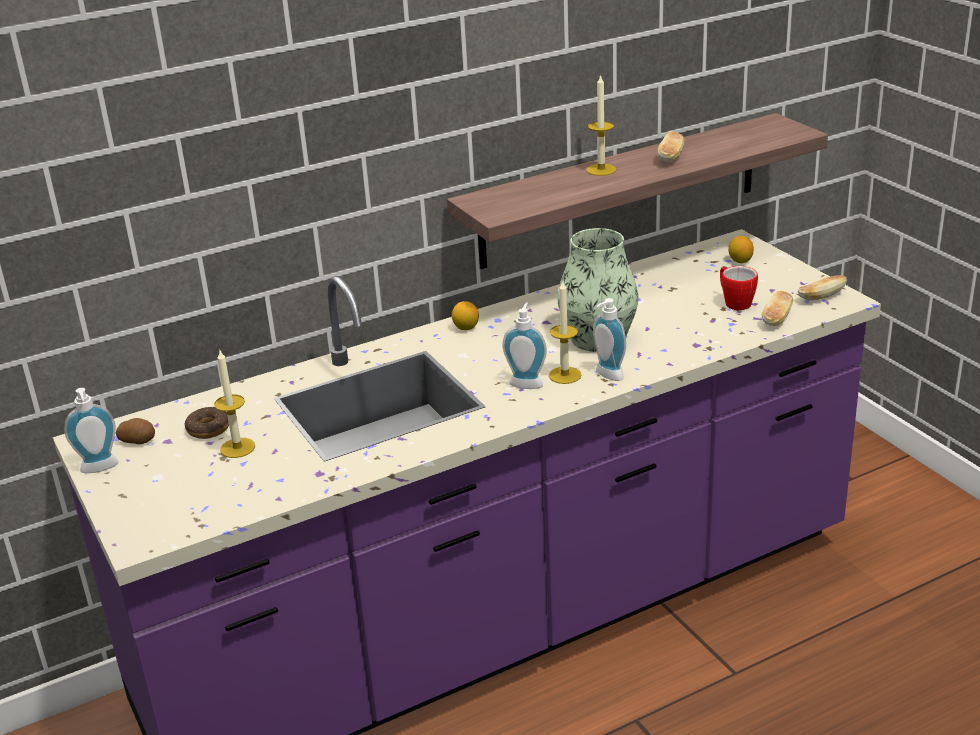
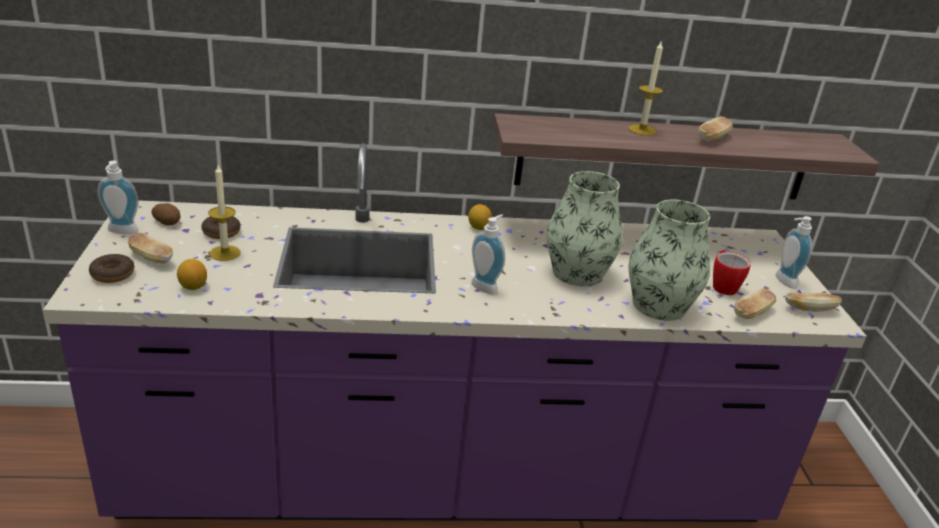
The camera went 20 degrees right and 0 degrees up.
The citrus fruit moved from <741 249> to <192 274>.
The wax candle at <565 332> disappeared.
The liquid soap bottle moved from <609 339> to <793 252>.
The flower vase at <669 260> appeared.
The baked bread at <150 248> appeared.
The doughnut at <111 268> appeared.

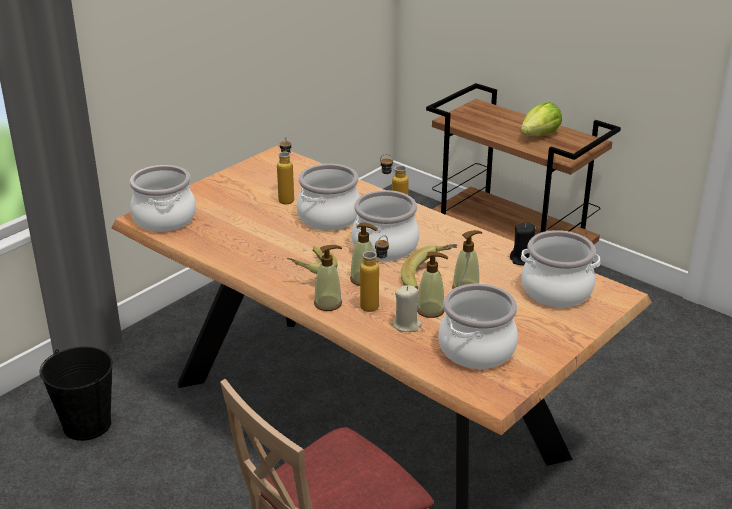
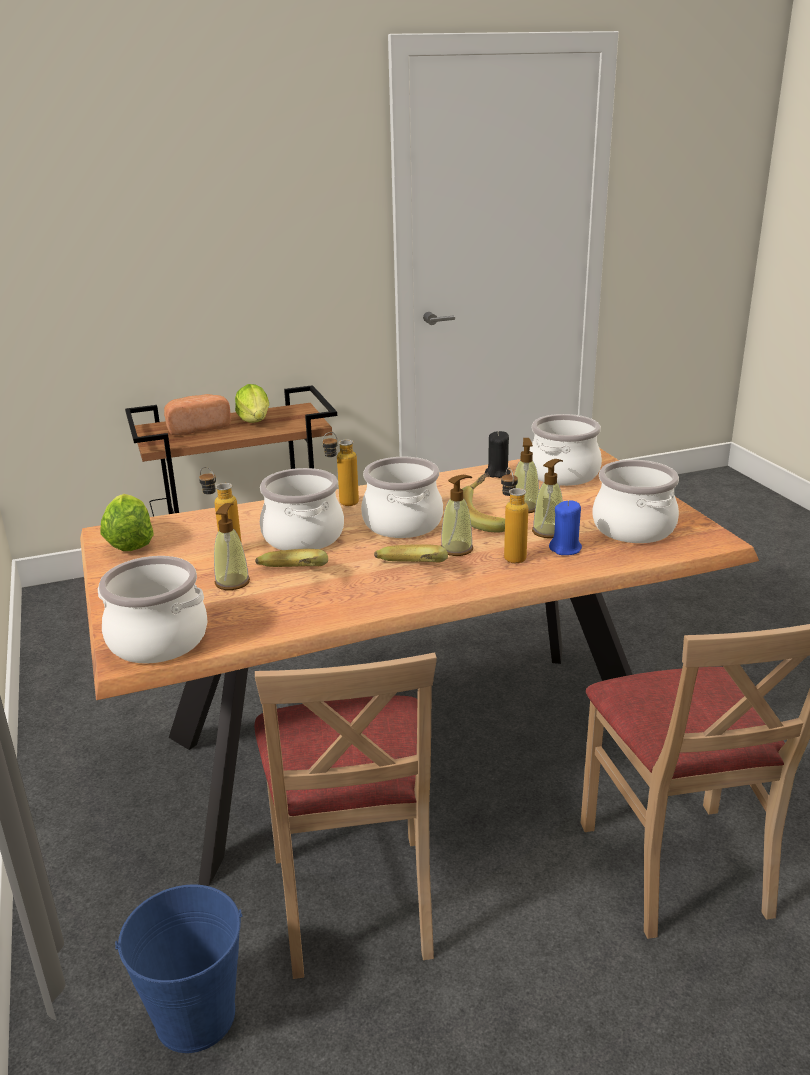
The camera went 60 degrees left and 5 degrees down.
The liquid soap bottle moved from <328 278> to <232 546>.
The beige wax candle at <407 309> became the blue wax candle at <565 527>.
The black-coloured bucket at <76 393> became the blue bucket at <178 969>.
The baked bread at <197 415> appeared.
The lettuce at <127 522> appeared.
The banana at <291 558> appeared.
The beige upright chair at <346 816> appeared.

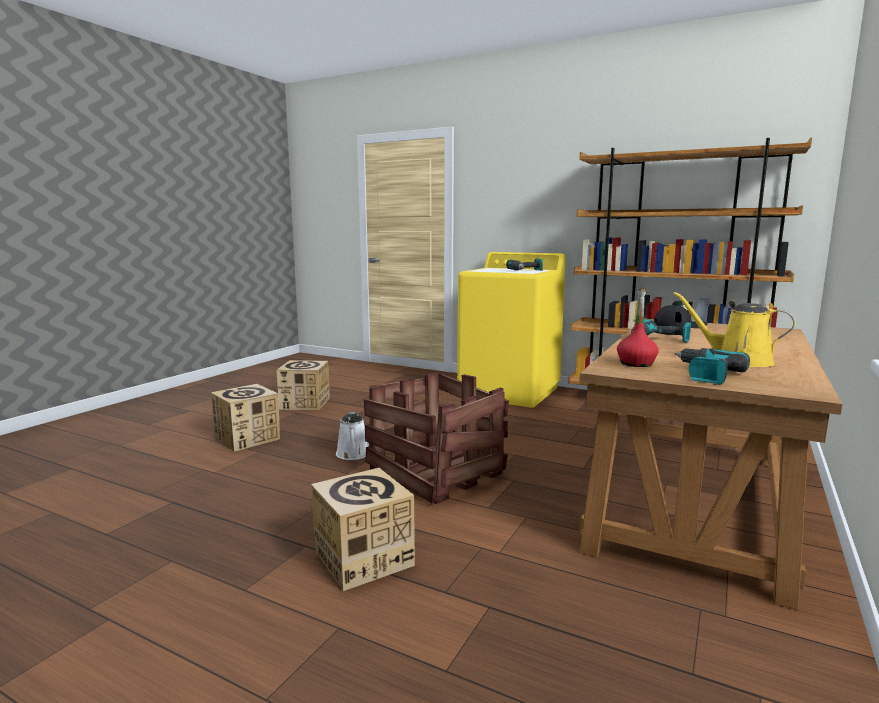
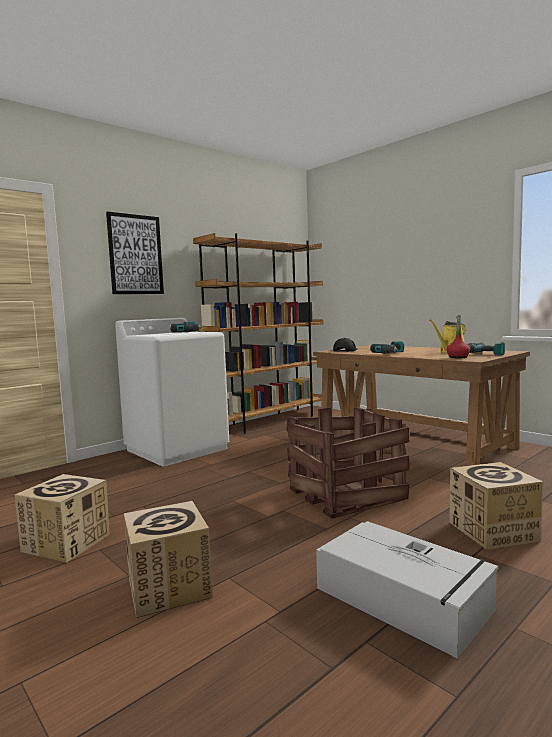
The camera went 70 degrees left and 5 degrees down.
The yellowish washing machine at <511 330> became the white washing machine at <172 392>.
The white sprinkling can at <352 436> disappeared.
The picture at <135 253> appeared.
The gray storage box at <407 590> appeared.

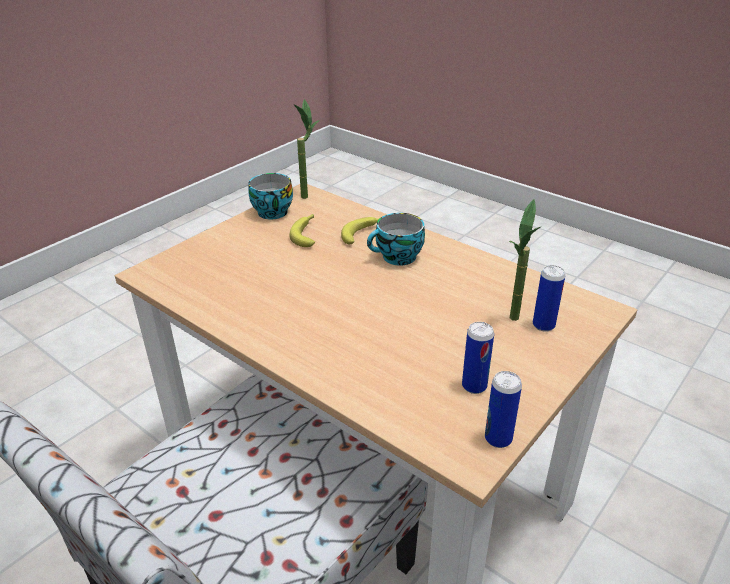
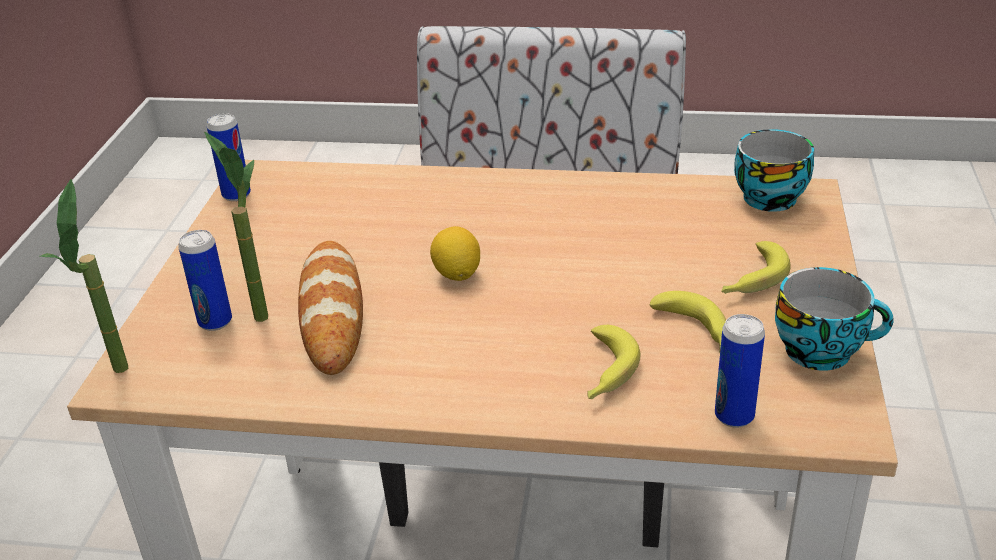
The camera went 150 degrees right and 0 degrees up.
The houseplant moved from <307 149> to <84 276>.
The cup moved from <396 239> to <774 170>.
The can moved from <478 358> to <740 371>.
The citrus fruit at <455 253> appeared.
The baked bread at <330 308> appeared.
The banana at <755 267> appeared.

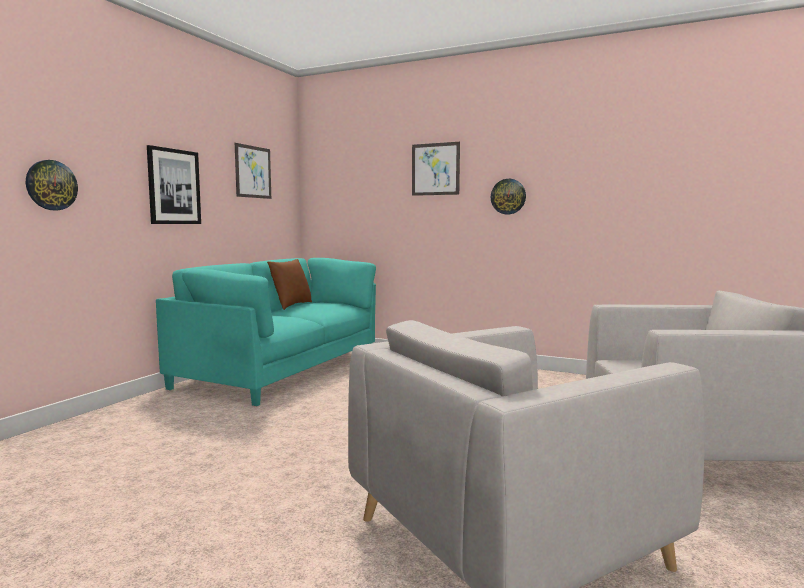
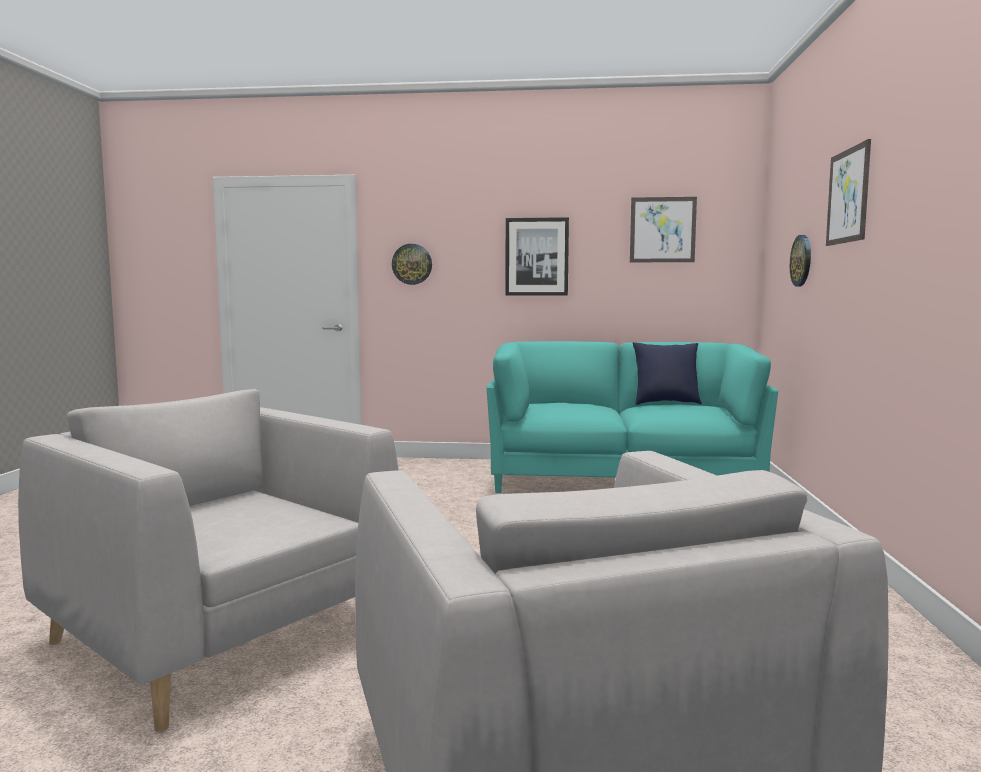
The camera went 70 degrees right and 0 degrees up.
The wall clock moved from <508 196> to <800 260>.
The brown throw pillow at <289 284> became the blue throw pillow at <667 373>.

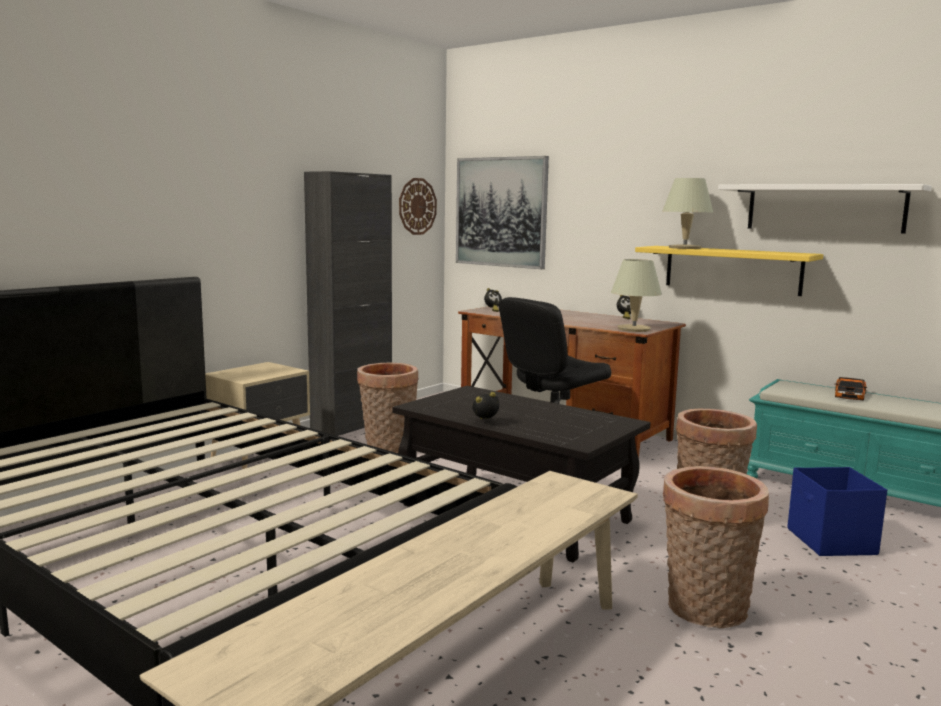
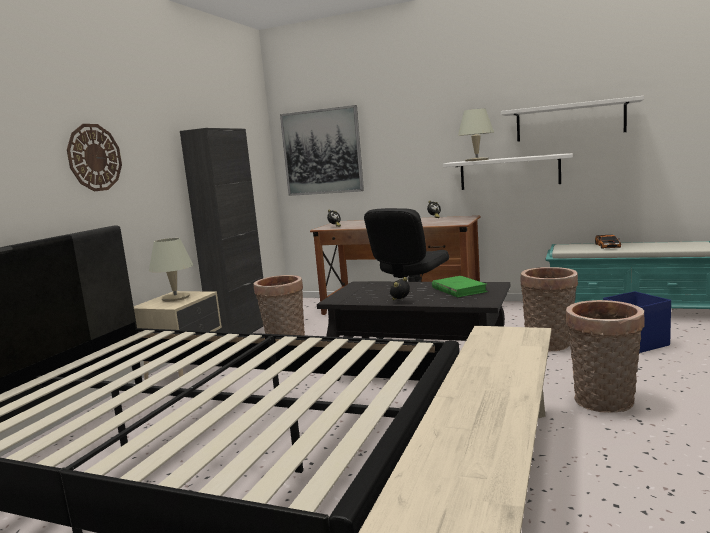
The camera went 15 degrees left and 0 degrees up.
The wall clock moved from <418 206> to <94 157>.
The yellowish shelf at <729 271> became the white shelf at <508 171>.
The beige lamp for a table moved from <636 295> to <171 269>.
The green bound book at <460 286> appeared.

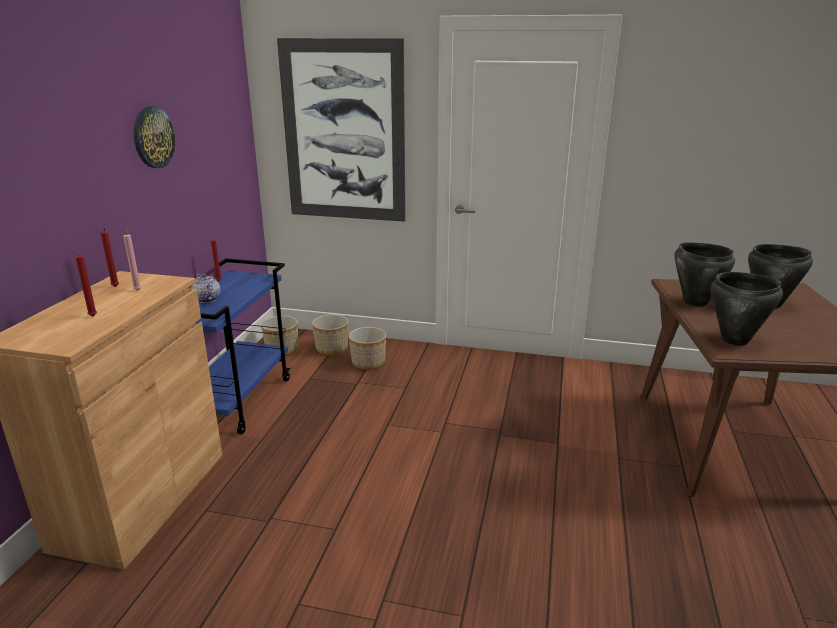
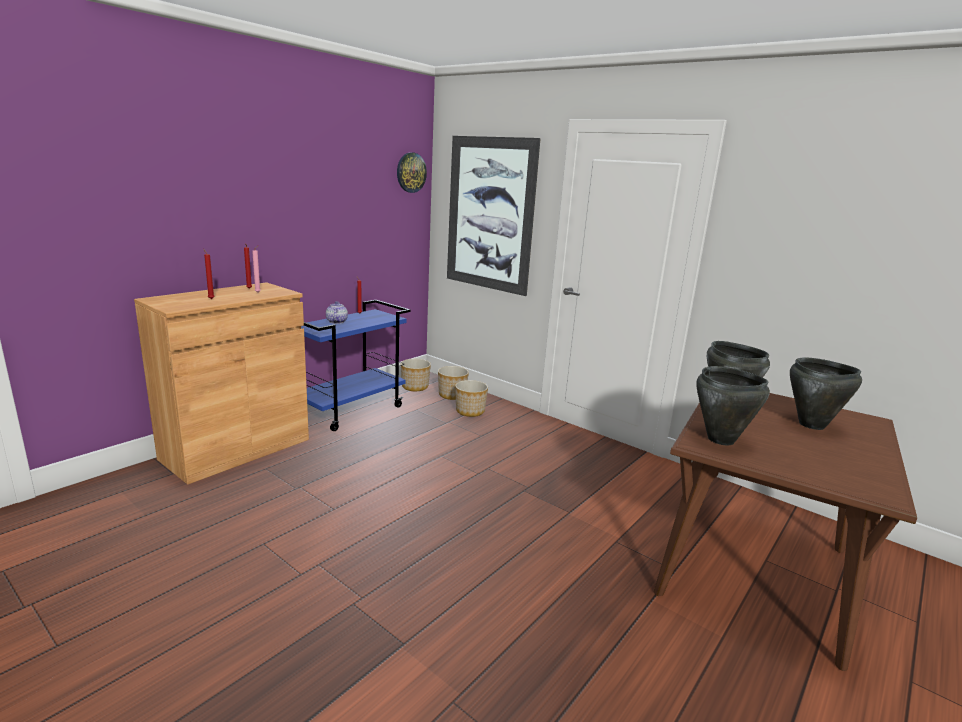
The camera went 25 degrees right and 5 degrees down.
The wall clock moved from <154 137> to <412 172>.

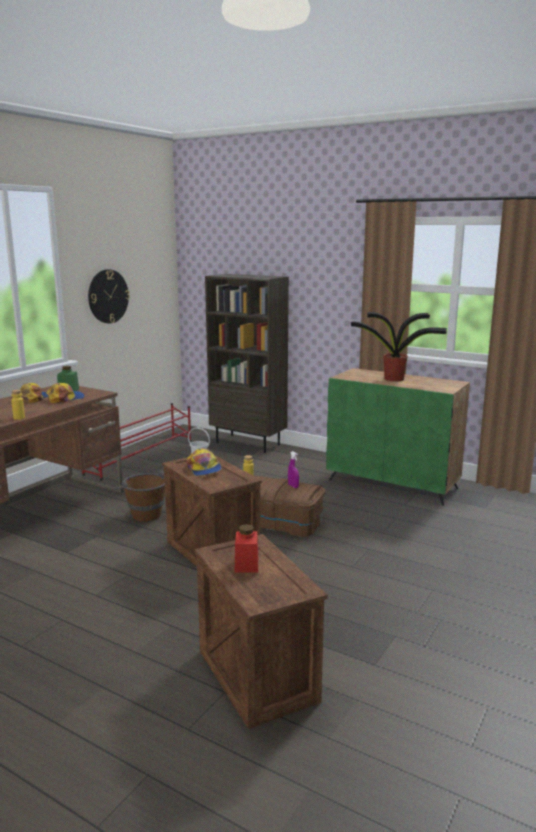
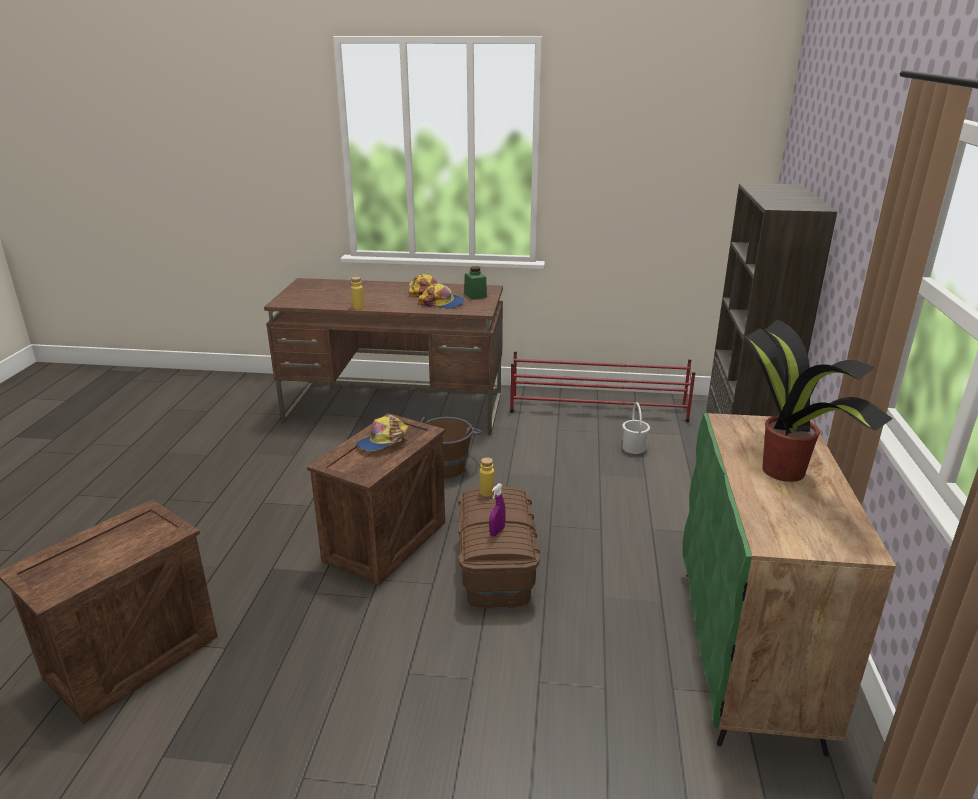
The camera went 65 degrees right and 10 degrees up.
The wall clock at <109 296> disappeared.
The reddish storage jar at <246 548> disappeared.

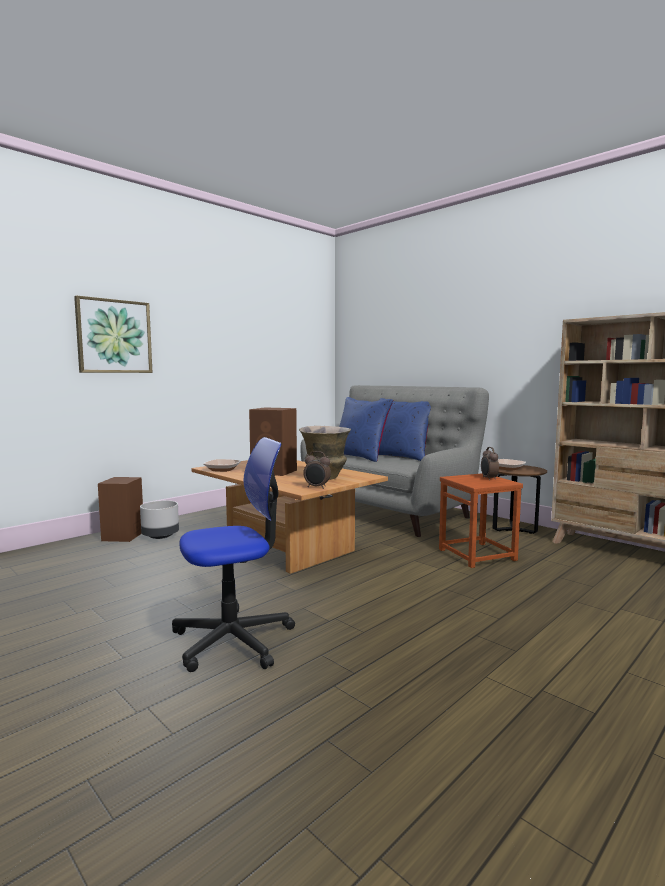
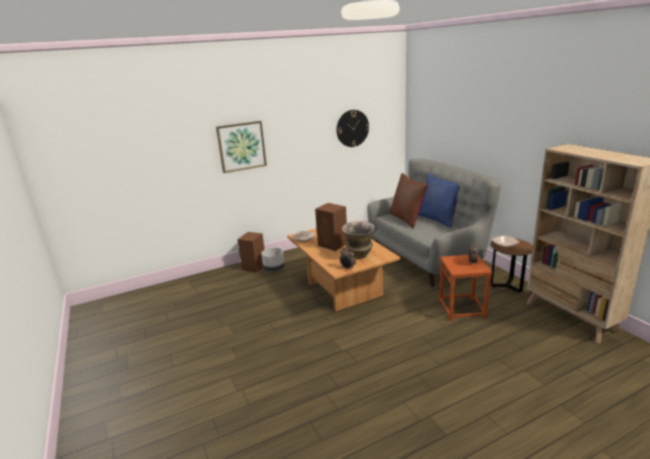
The camera went 20 degrees right and 15 degrees up.
The blue throw pillow at <366 429> became the brown throw pillow at <408 200>.
The desk chair at <233 554> disappeared.
The wall clock at <352 128> appeared.

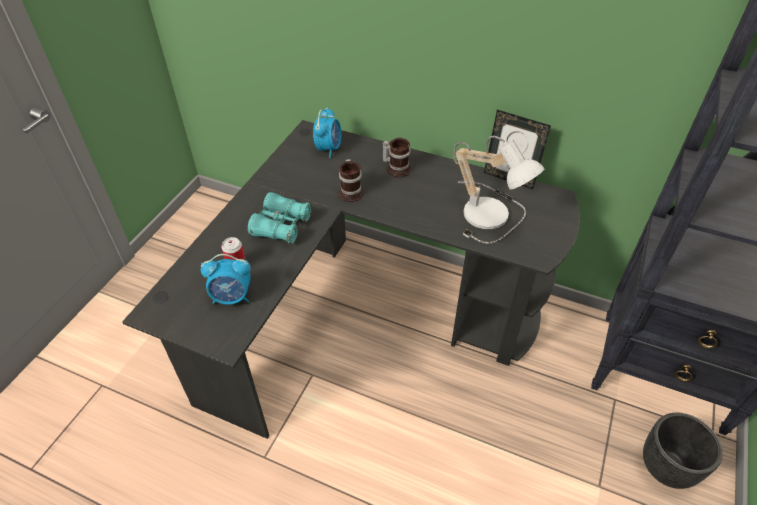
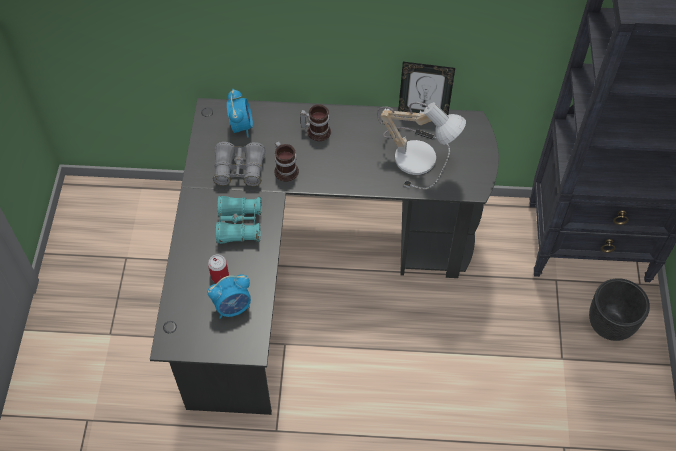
The camera went 20 degrees left and 10 degrees up.
The gray binoculars at <239 164> appeared.

